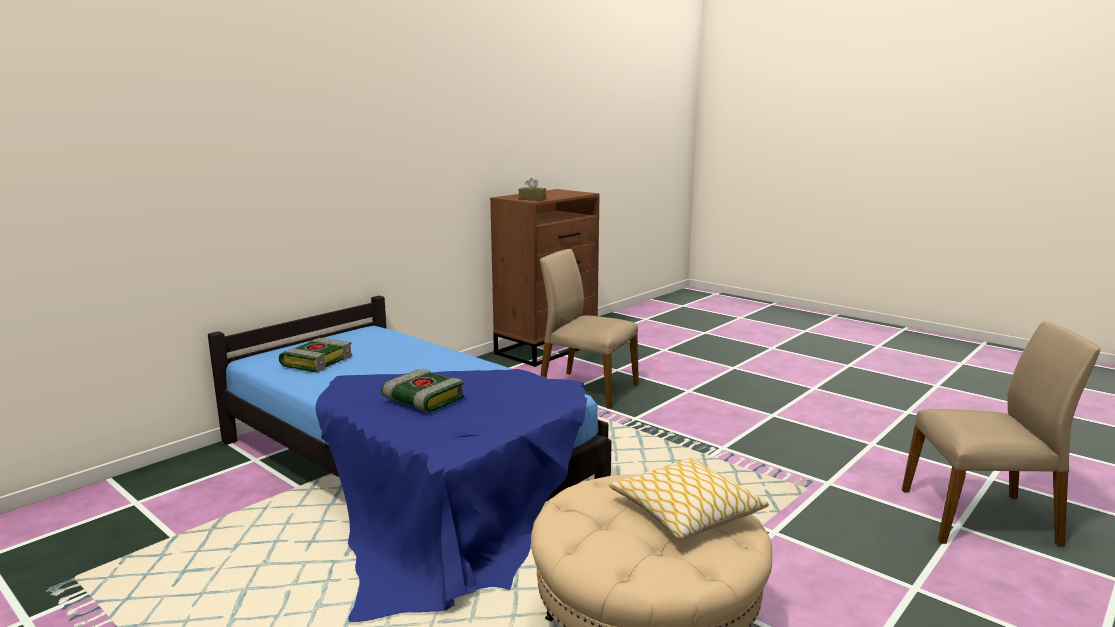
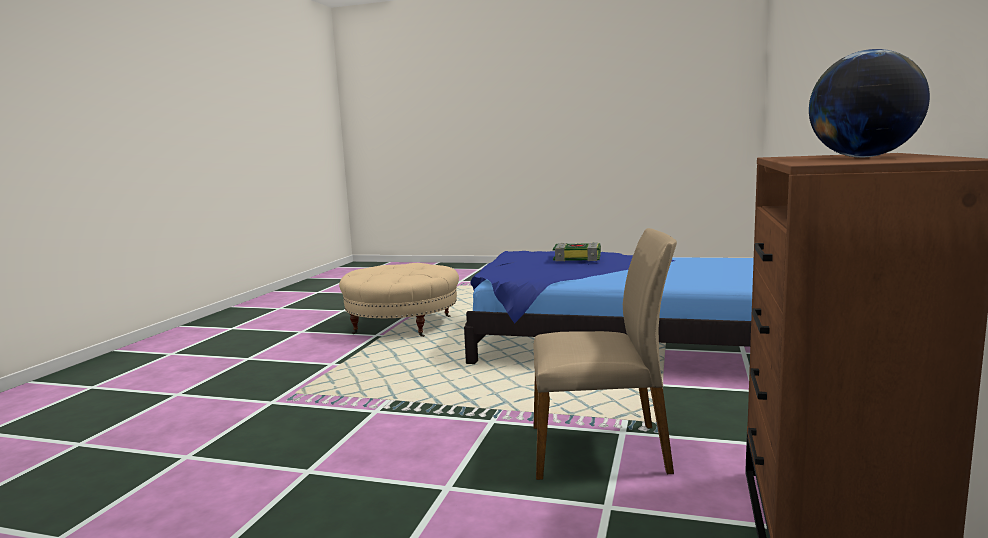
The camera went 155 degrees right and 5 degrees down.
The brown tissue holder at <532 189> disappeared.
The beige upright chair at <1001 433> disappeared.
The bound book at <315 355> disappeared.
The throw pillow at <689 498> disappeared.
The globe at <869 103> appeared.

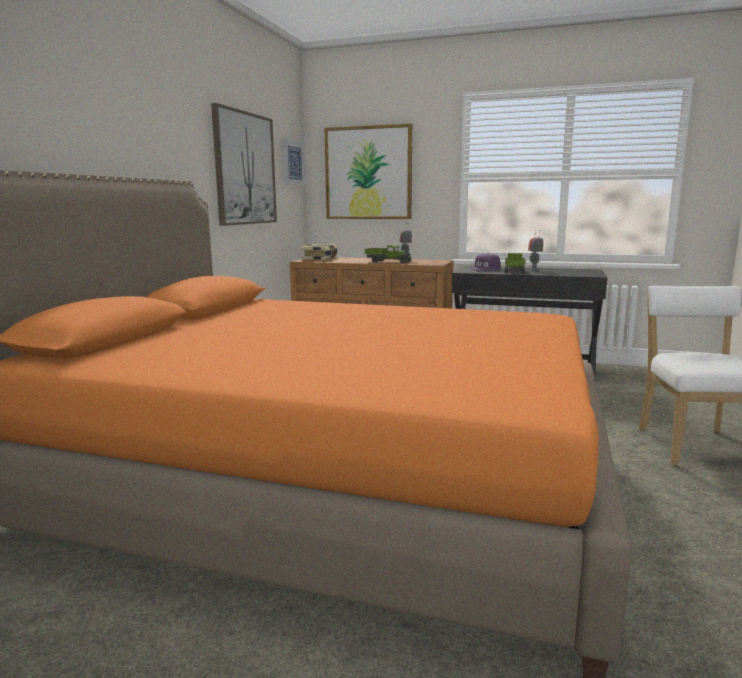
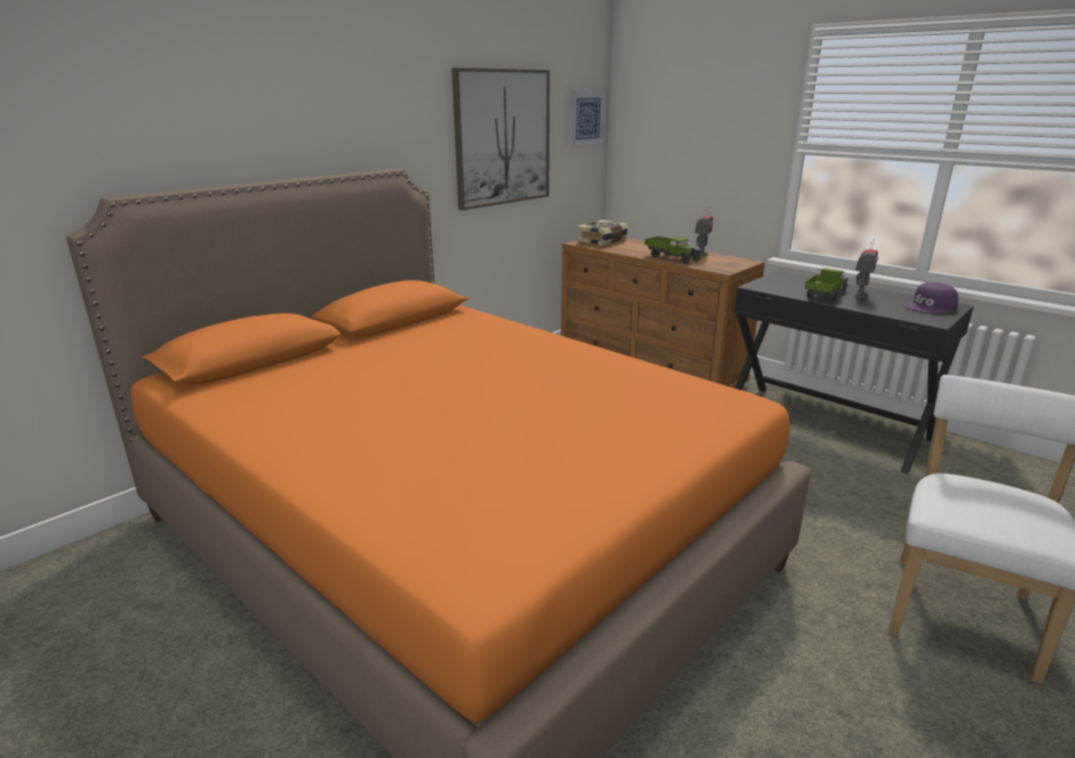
The camera went 25 degrees right and 10 degrees up.
The picture at <368 171> disappeared.
The purple-coloured baseball cap moved from <486 262> to <930 298>.

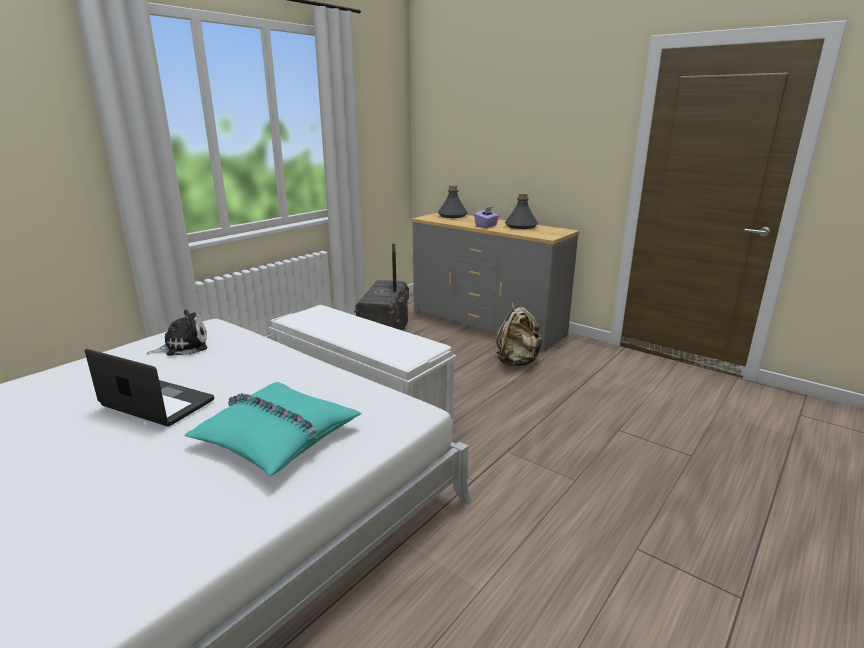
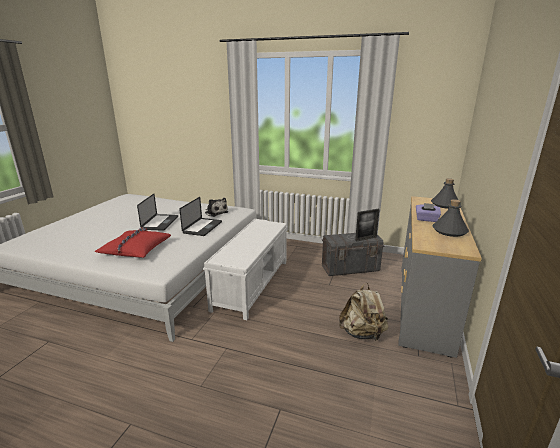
The camera went 70 degrees right and 0 degrees up.
The turquoise-coloured throw pillow at <273 429> became the reddish throw pillow at <132 242>.
The portable computer at <200 216> appeared.

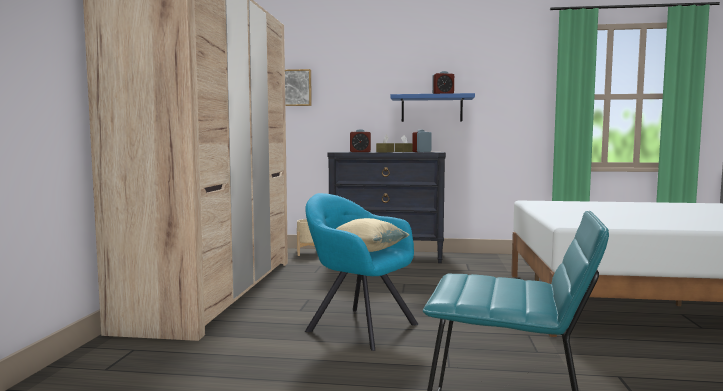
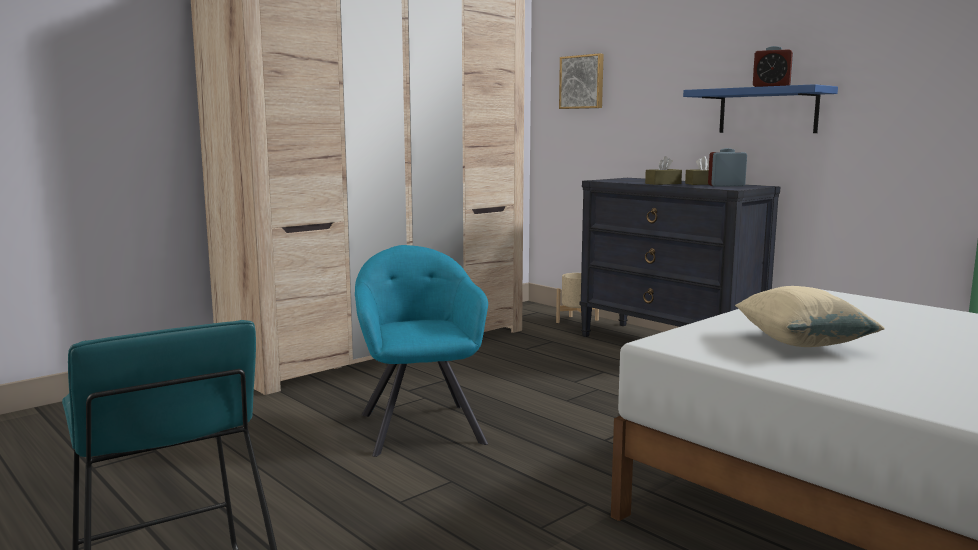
The camera went 40 degrees right and 5 degrees up.
The bedside clock at <360 140> disappeared.
The beige throw pillow moved from <372 235> to <810 316>.

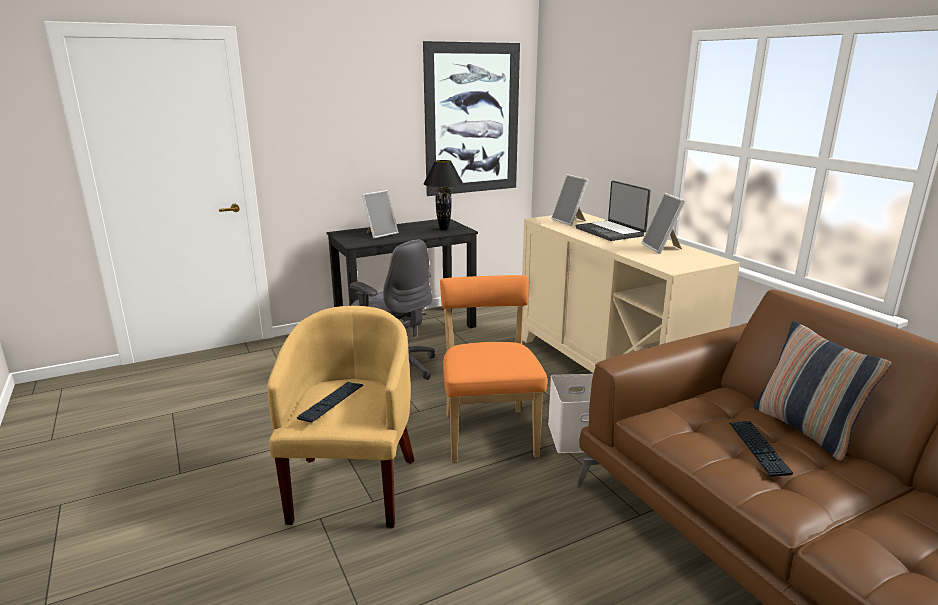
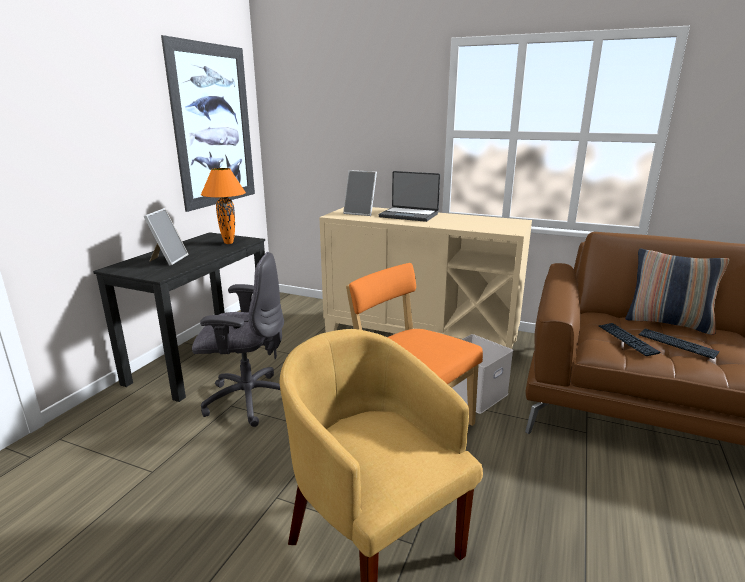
The camera went 40 degrees left and 0 degrees up.
The black-coloured lamp for a table at <443 195> became the orangey lamp for a table at <223 206>.
The photo frame at <663 223> disappeared.
The computer keyboard moved from <330 402> to <629 339>.

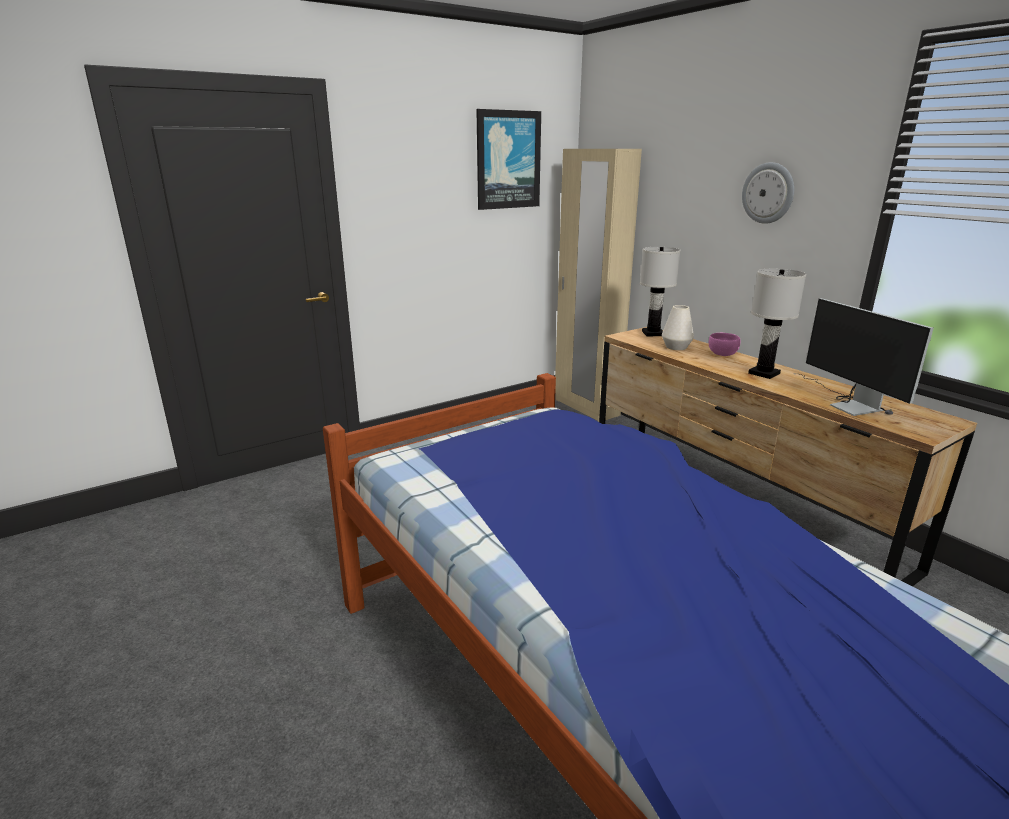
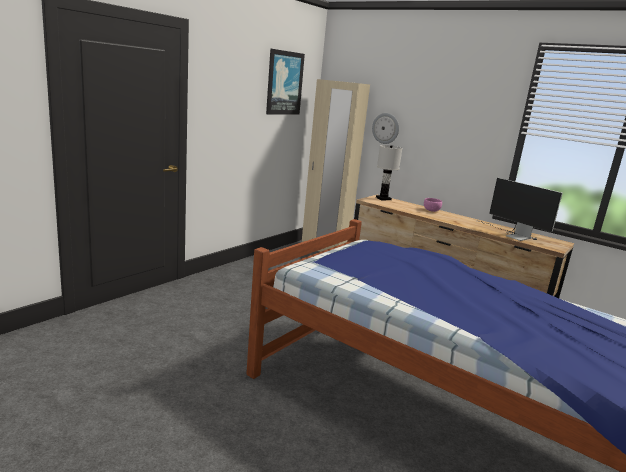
The camera went 20 degrees left and 5 degrees down.
The wall clock moved from <768 193> to <385 128>.
The white lamp for a table at <777 324> disappeared.
The white flower vase at <678 327> disappeared.

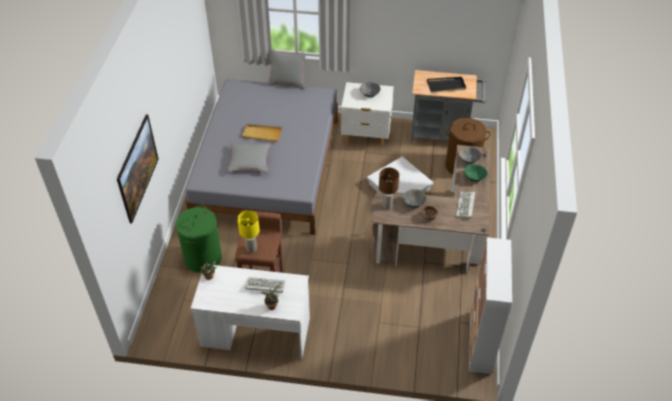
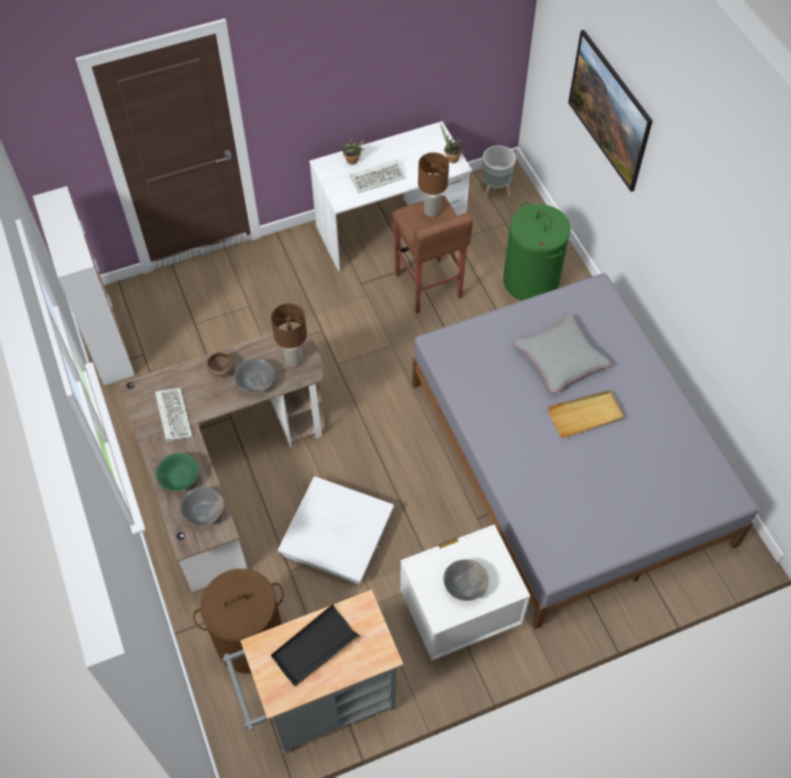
The camera went 150 degrees right and 10 degrees up.
The gray throw pillow at <287 69> disappeared.
The yellowish lamp for a table at <248 231> became the brown lamp for a table at <433 184>.
The gray flower pot at <499 173> appeared.

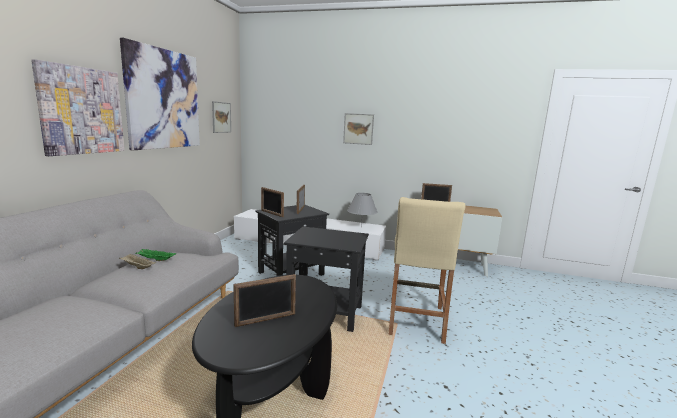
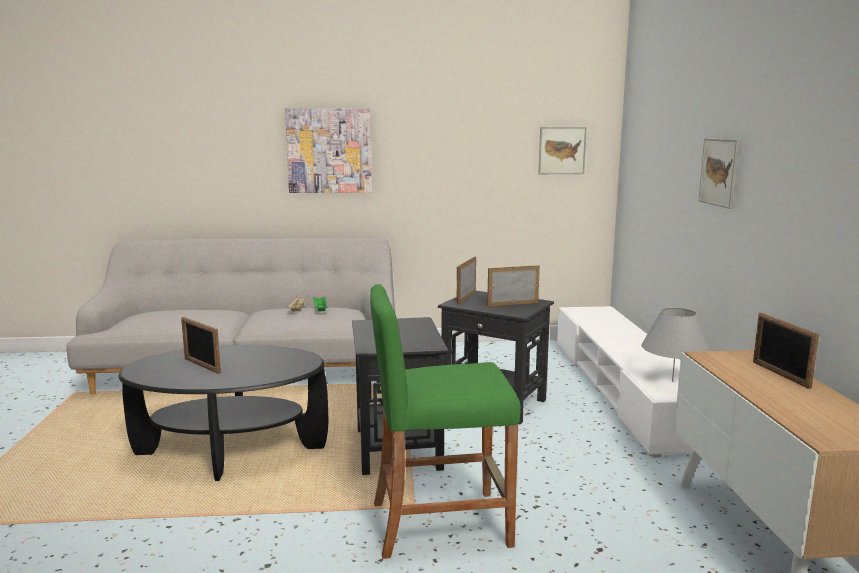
The camera went 70 degrees right and 0 degrees up.
The picture at <160 94> disappeared.
The beige stool at <427 270> became the green stool at <445 421>.

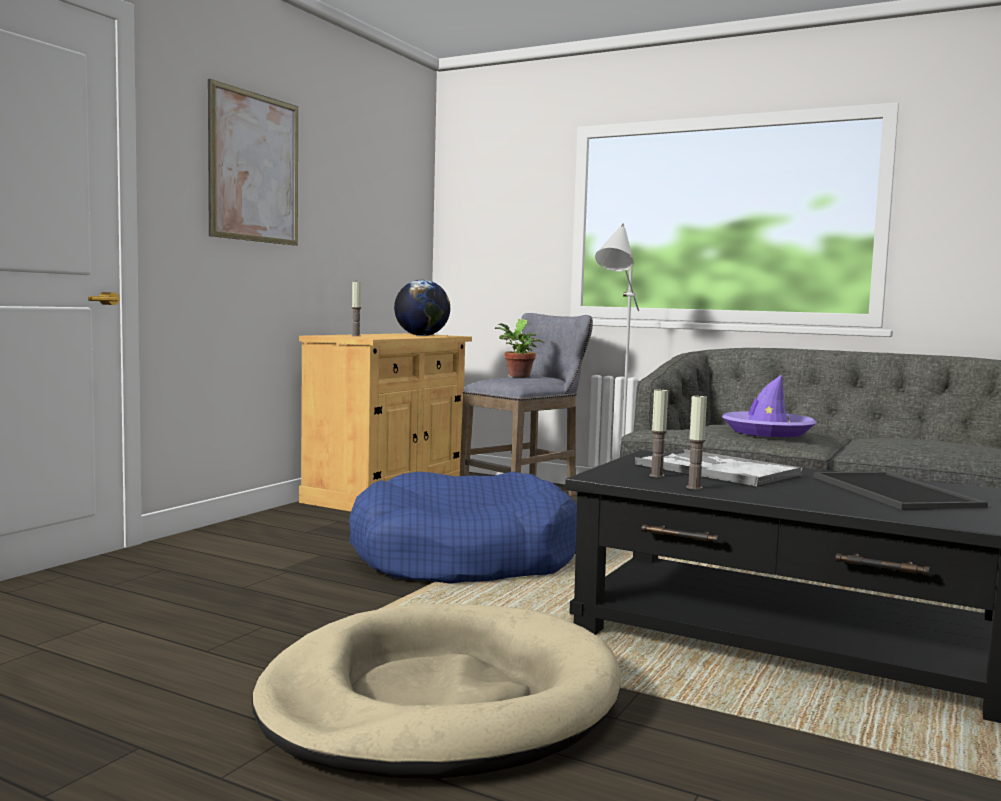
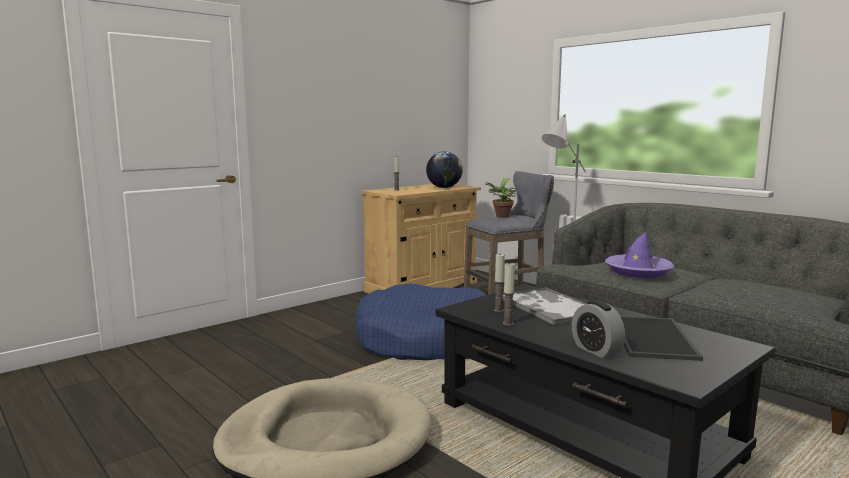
The camera went 20 degrees right and 5 degrees up.
The picture at <253 162> disappeared.
The bedside clock at <598 329> appeared.

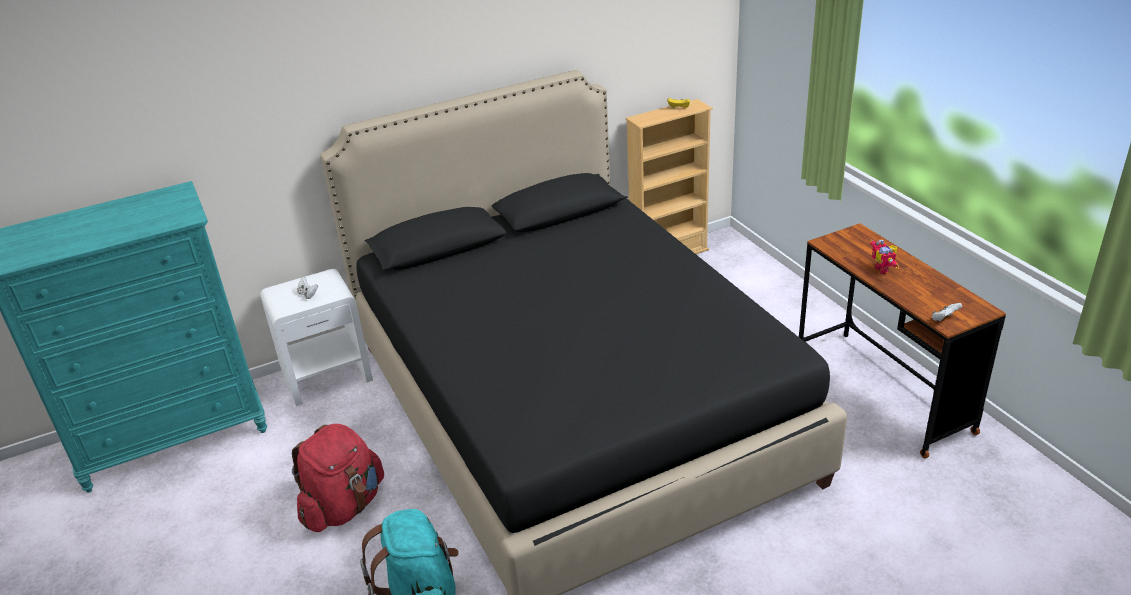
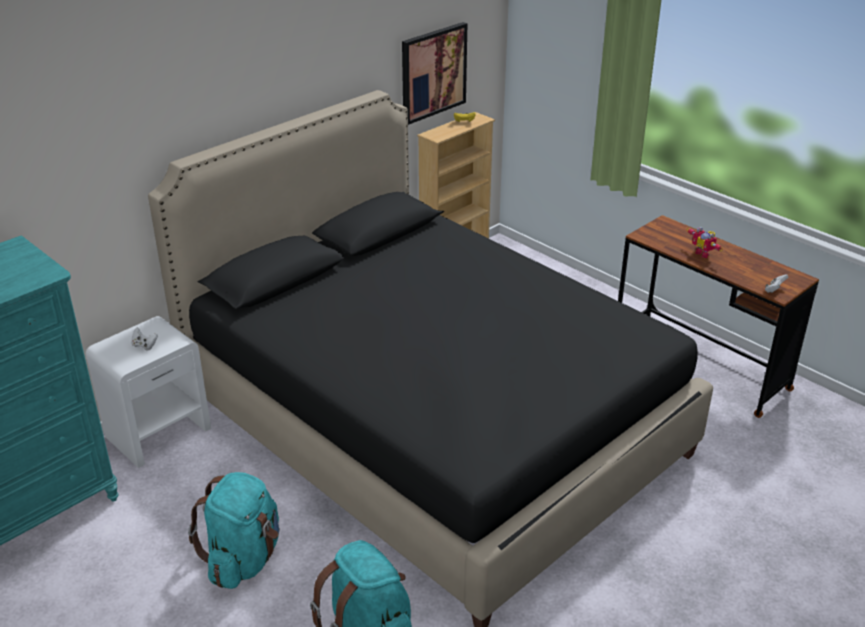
The camera went 20 degrees left and 0 degrees up.
The reddish backpack at <338 478> became the turquoise-coloured backpack at <234 530>.
The picture at <434 73> appeared.

